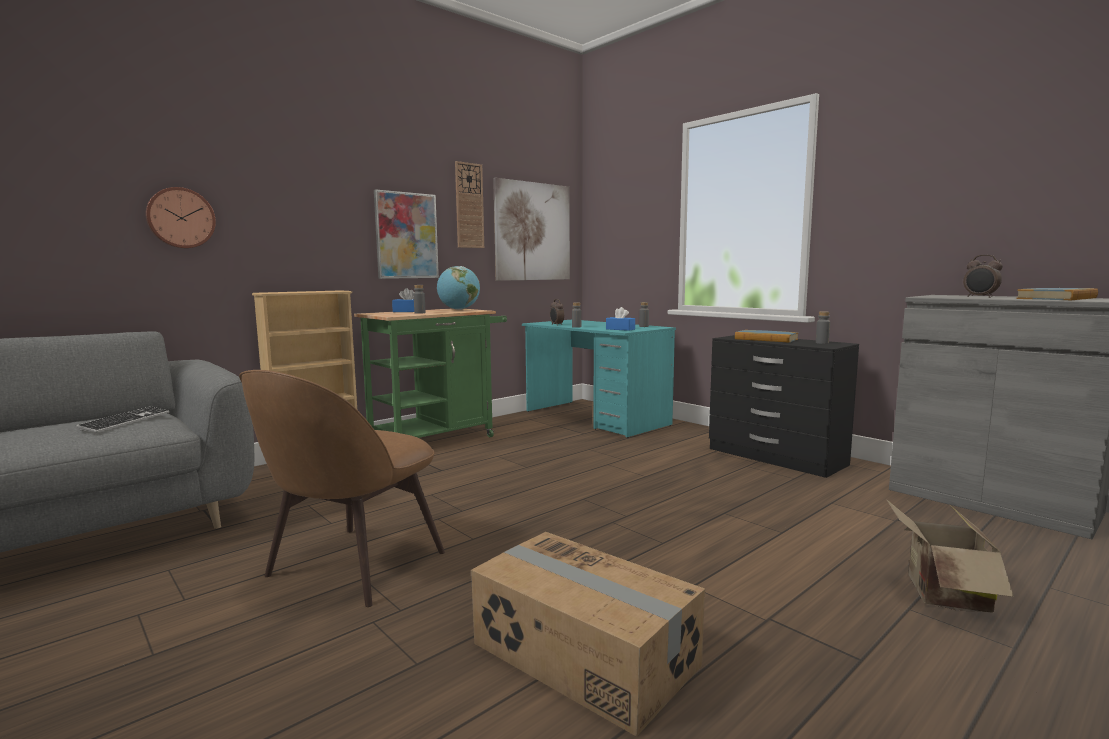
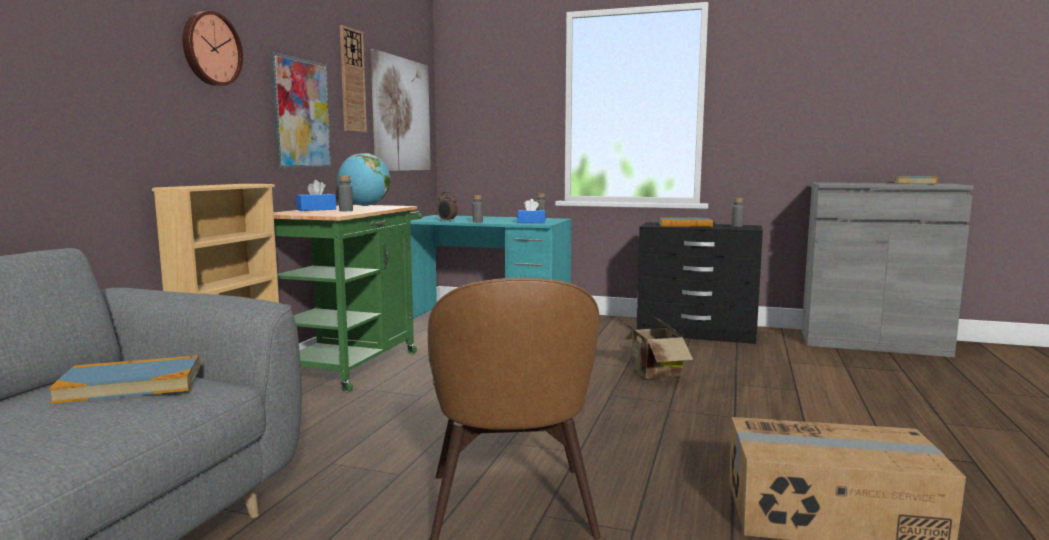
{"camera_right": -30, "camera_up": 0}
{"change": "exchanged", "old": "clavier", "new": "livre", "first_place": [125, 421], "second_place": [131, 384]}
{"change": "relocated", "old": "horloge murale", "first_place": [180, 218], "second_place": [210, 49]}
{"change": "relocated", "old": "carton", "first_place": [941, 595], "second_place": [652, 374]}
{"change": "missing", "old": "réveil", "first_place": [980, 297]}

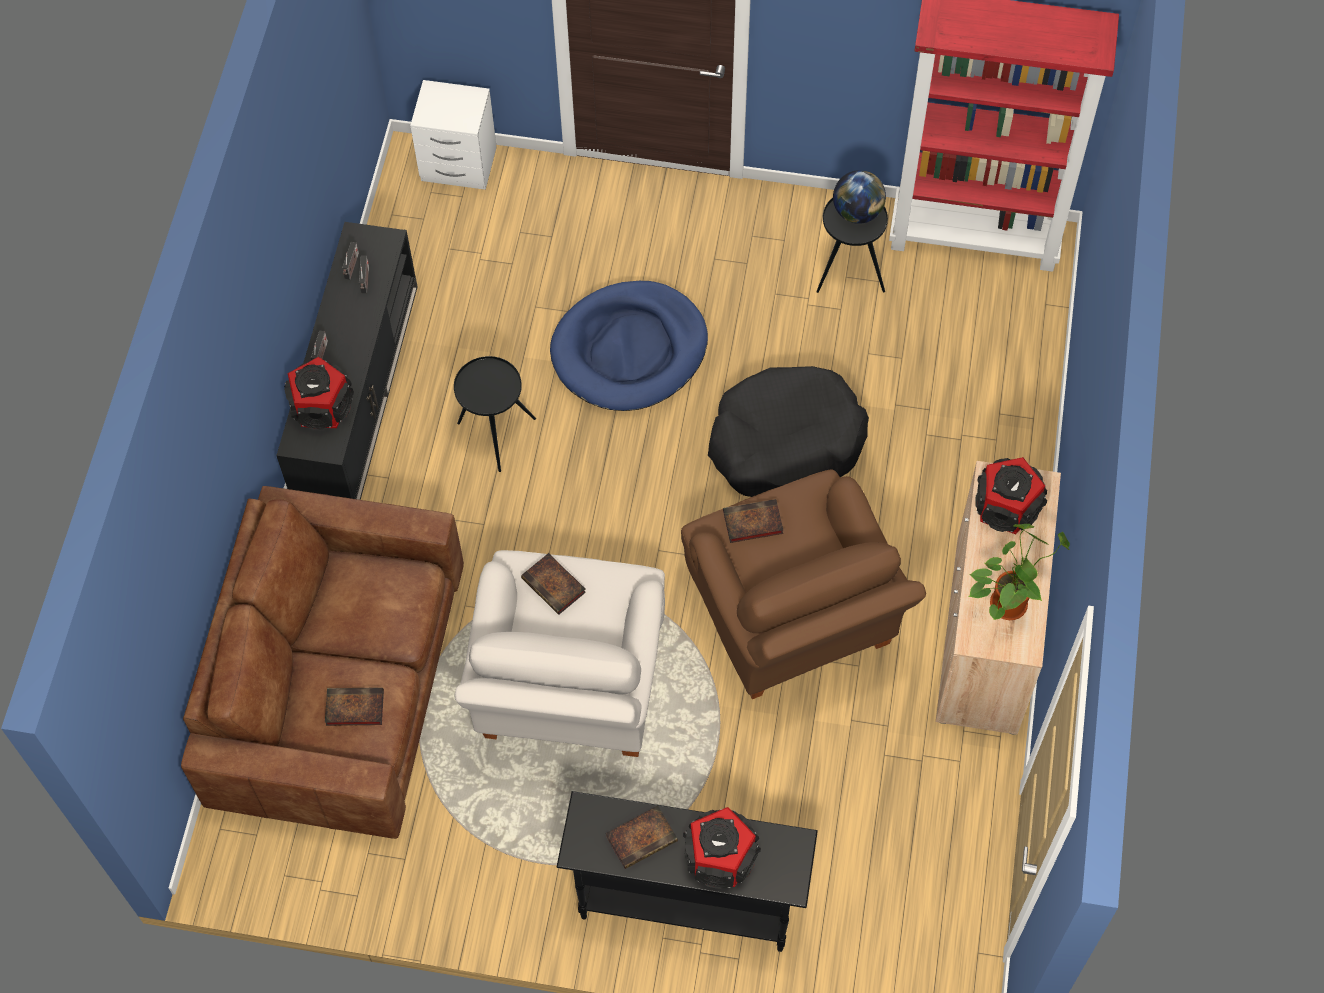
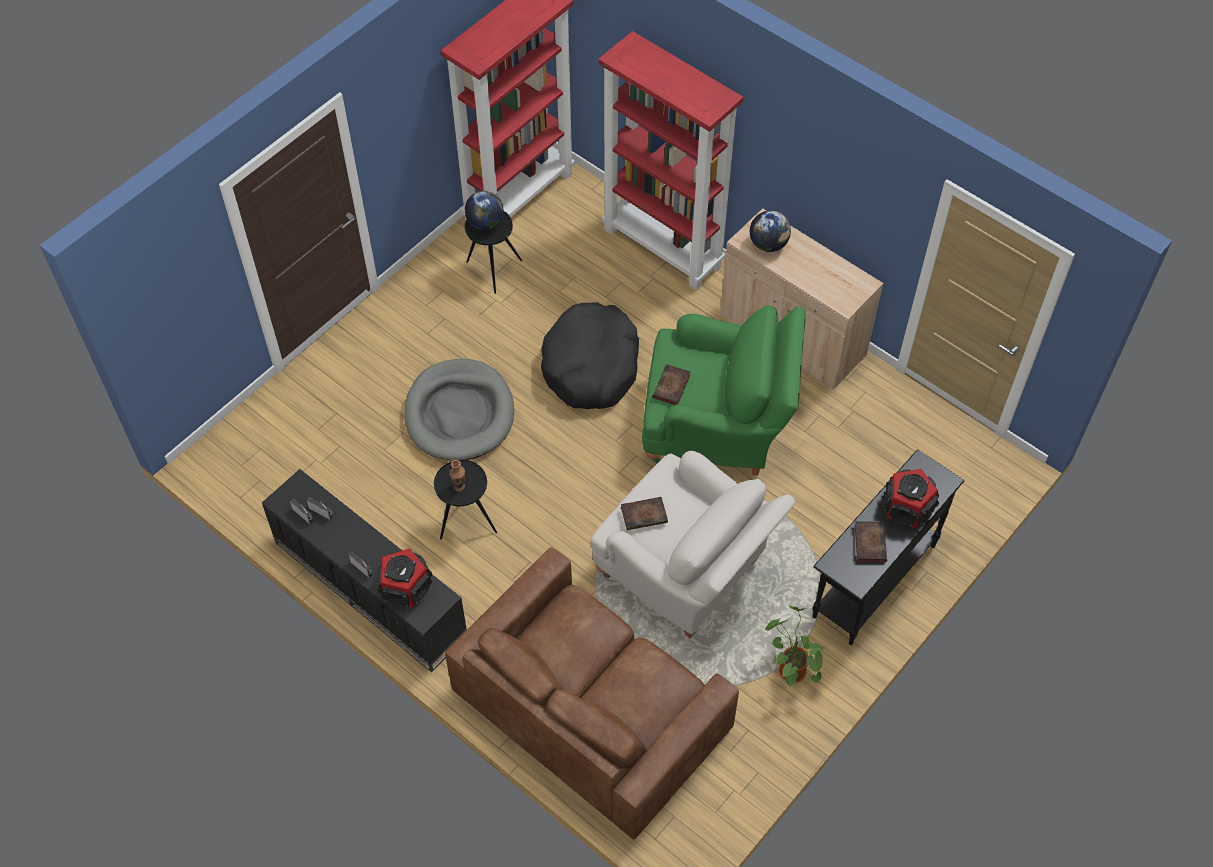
{"camera_right": -60, "camera_up": -5}
{"change": "colour", "old": "panier pour chien (bleu)", "new": "panier pour chien (gris)", "first_place": [629, 350], "second_place": [459, 413]}
{"change": "appeared", "new": "vase", "second_place": [459, 486]}
{"change": "appeared", "new": "bibliothèque (rouge)", "second_place": [664, 248]}
{"change": "colour", "old": "fauteuil (marron)", "new": "fauteuil (vert)", "first_place": [793, 621], "second_place": [718, 426]}
{"change": "exchanged", "old": "enceinte", "new": "globe", "first_place": [1006, 507], "second_place": [768, 244]}
{"change": "relocated", "old": "plante en pot", "first_place": [1008, 600], "second_place": [789, 669]}
{"change": "missing", "old": "livre", "first_place": [353, 708]}
{"change": "missing", "old": "table de chevet (blanc)", "first_place": [460, 165]}

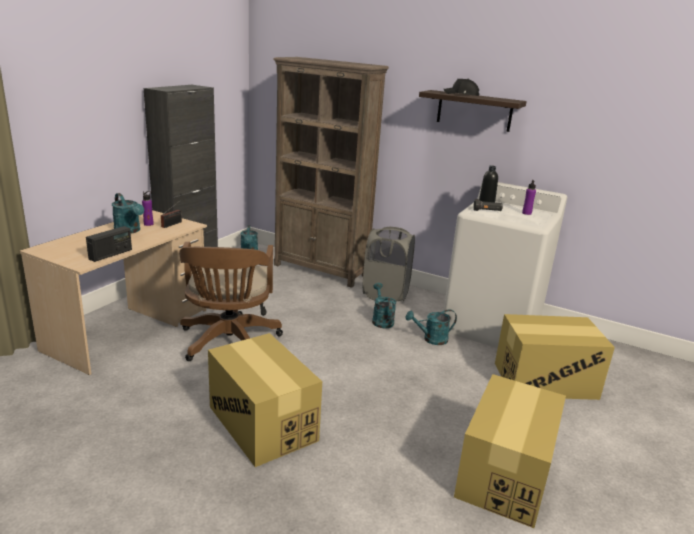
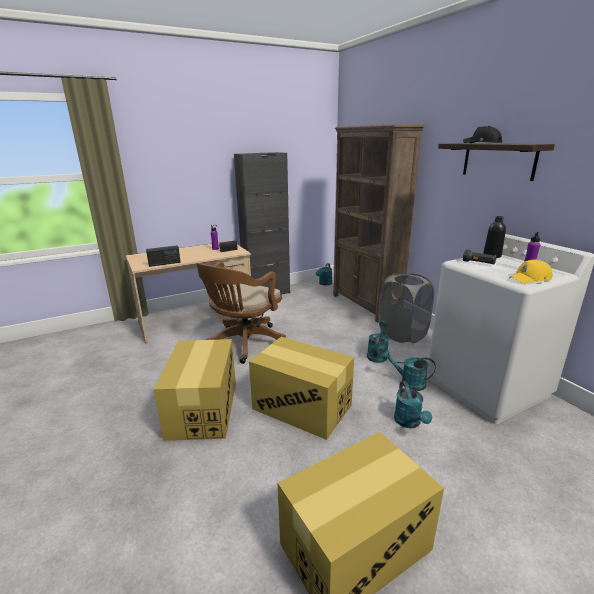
{"camera_right": 35, "camera_up": 0}
{"change": "relocated", "old": "carton", "first_place": [545, 380], "second_place": [302, 407]}
{"change": "relocated", "old": "arrosoir (turquoise)", "first_place": [129, 231], "second_place": [409, 423]}
{"change": "appeared", "new": "casquette (jaune)", "second_place": [530, 279]}

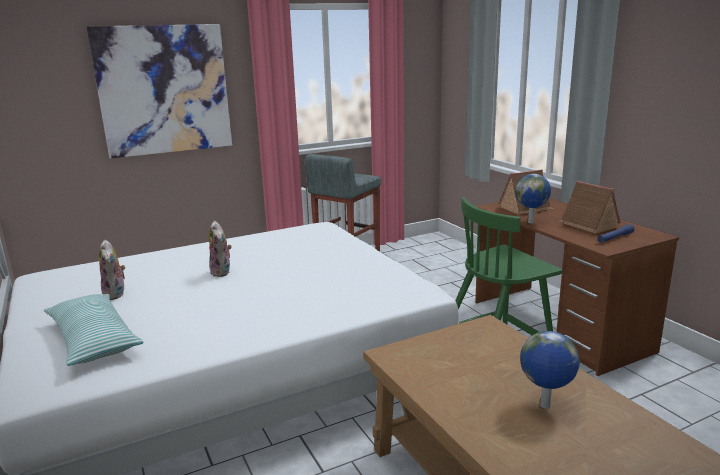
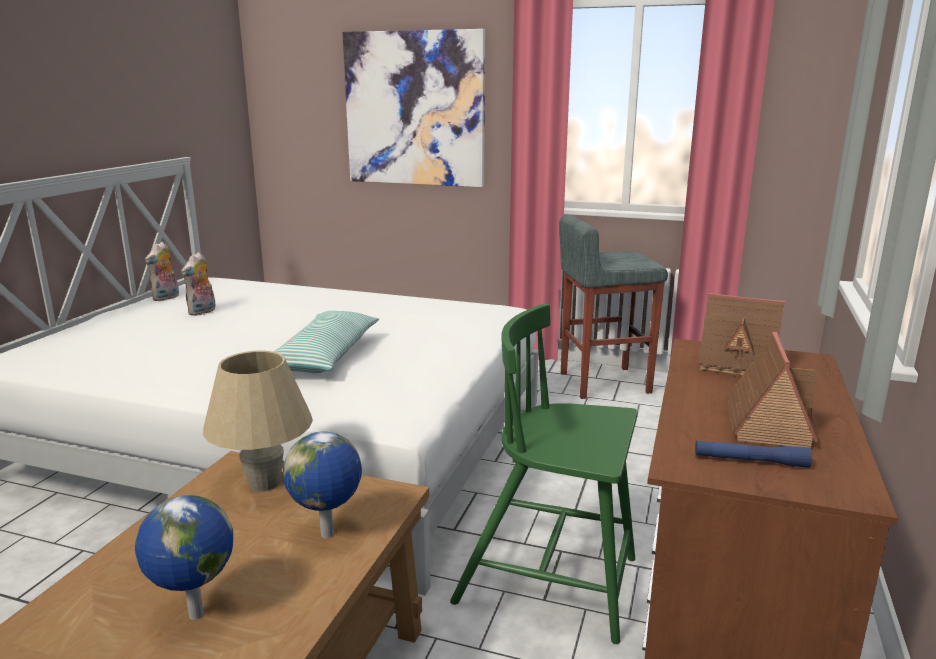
{"camera_right": 45, "camera_up": 0}
{"change": "relocated", "old": "peluche", "first_place": [222, 272], "second_place": [166, 298]}
{"change": "appeared", "new": "lampe de table (beige)", "second_place": [264, 483]}
{"change": "relocated", "old": "coussin", "first_place": [93, 340], "second_place": [324, 356]}
{"change": "relocated", "old": "globe", "first_place": [531, 222], "second_place": [328, 535]}

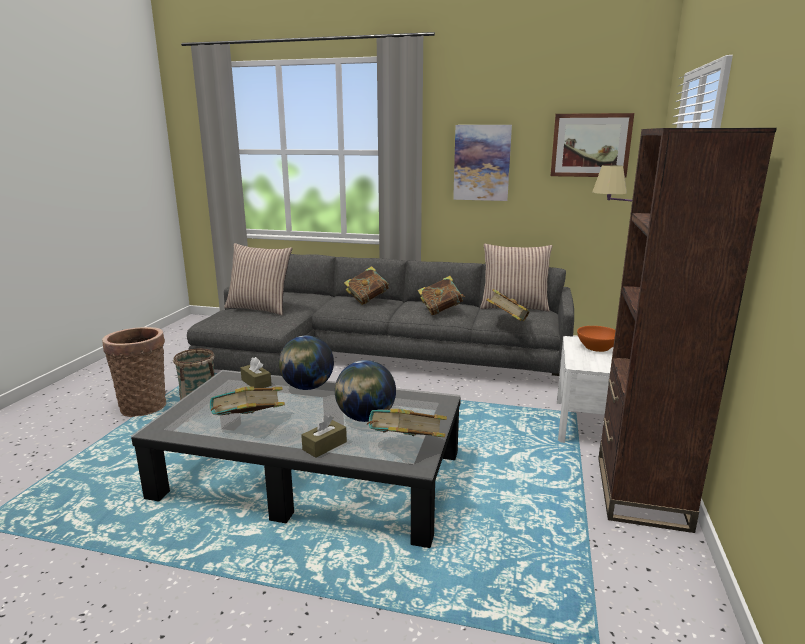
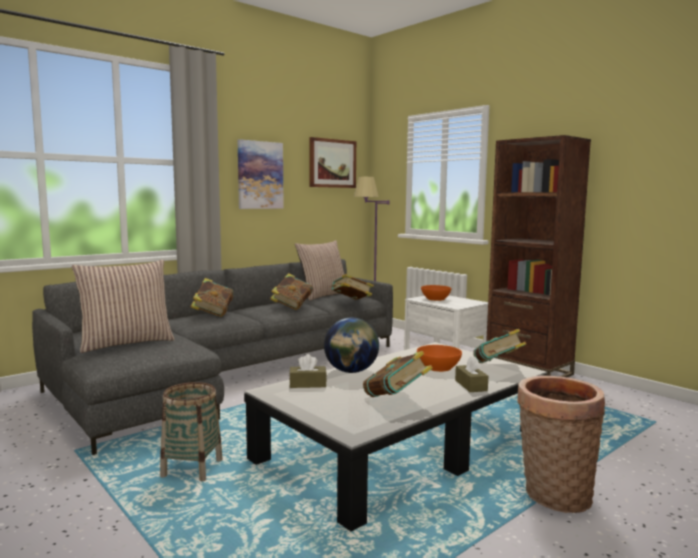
{"camera_right": -55, "camera_up": -10}
{"change": "exchanged", "old": "globe", "new": "bol (orange)", "first_place": [365, 418], "second_place": [438, 367]}
{"change": "relocated", "old": "panier", "first_place": [144, 405], "second_place": [553, 494]}

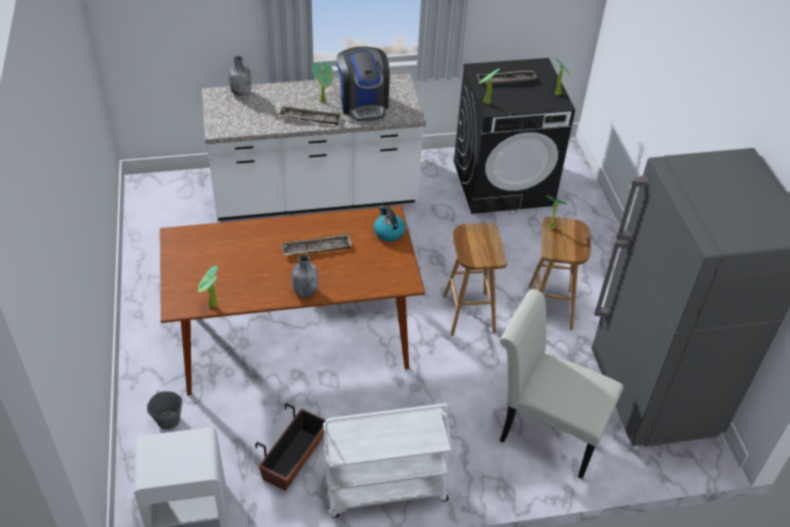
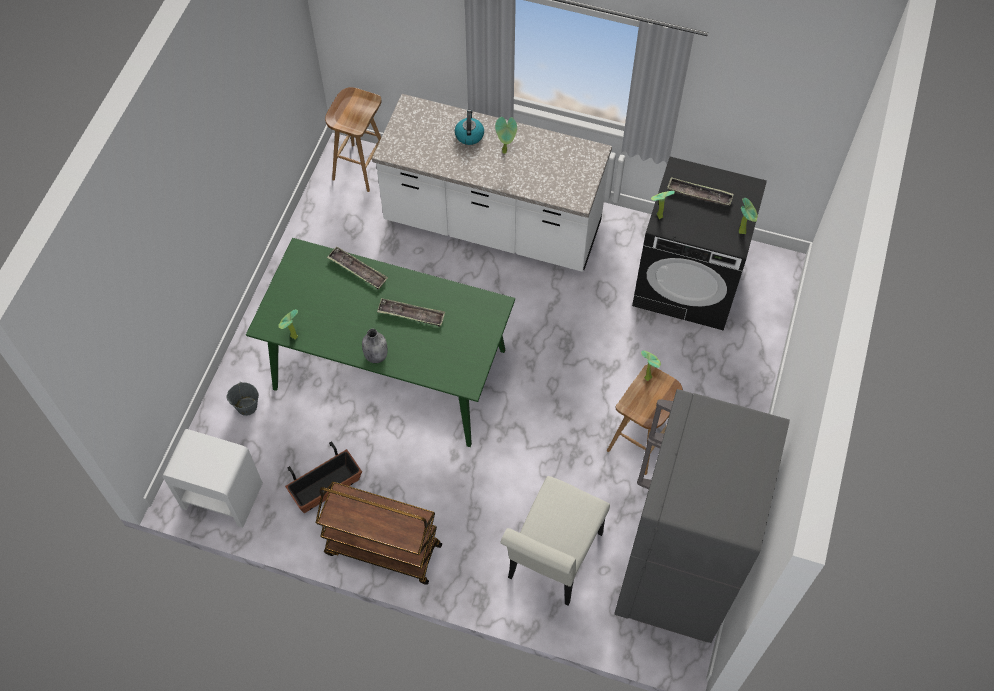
{"camera_right": 30, "camera_up": 15}
{"change": "colour", "old": "table à manger (marron)", "new": "table à manger (vert)", "first_place": [294, 335], "second_place": [391, 369]}
{"change": "colour", "old": "chariot (blanc)", "new": "chariot (marron)", "first_place": [384, 489], "second_place": [382, 549]}
{"change": "relocated", "old": "tabouret (marron)", "first_place": [468, 313], "second_place": [360, 167]}
{"change": "relocated", "old": "plateau", "first_place": [310, 118], "second_place": [358, 270]}
{"change": "relocated", "old": "bouilloire", "first_place": [388, 232], "second_place": [469, 135]}
{"change": "spun", "old": "chaise (blanc)", "first_place": [545, 430], "second_place": [552, 561], "degrees": -120}
{"change": "missing", "old": "bouteille (gris)", "first_place": [241, 92]}
{"change": "missing", "old": "machine à café", "first_place": [363, 104]}

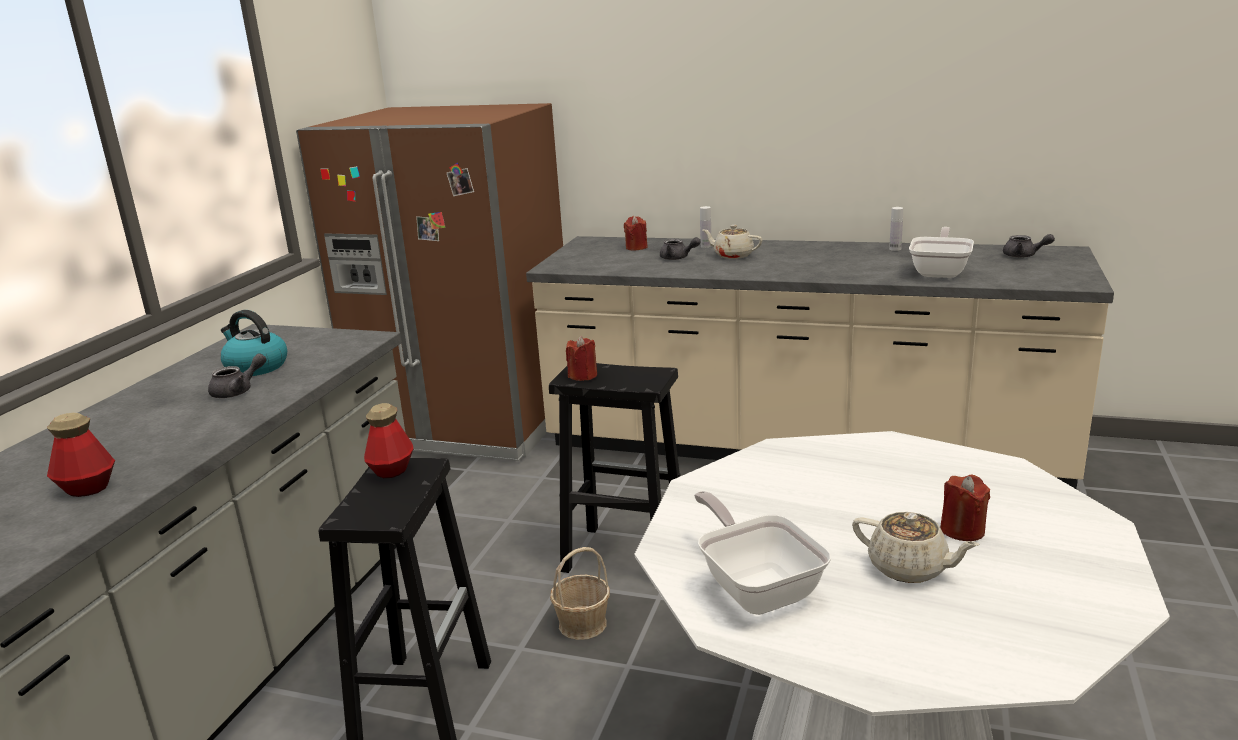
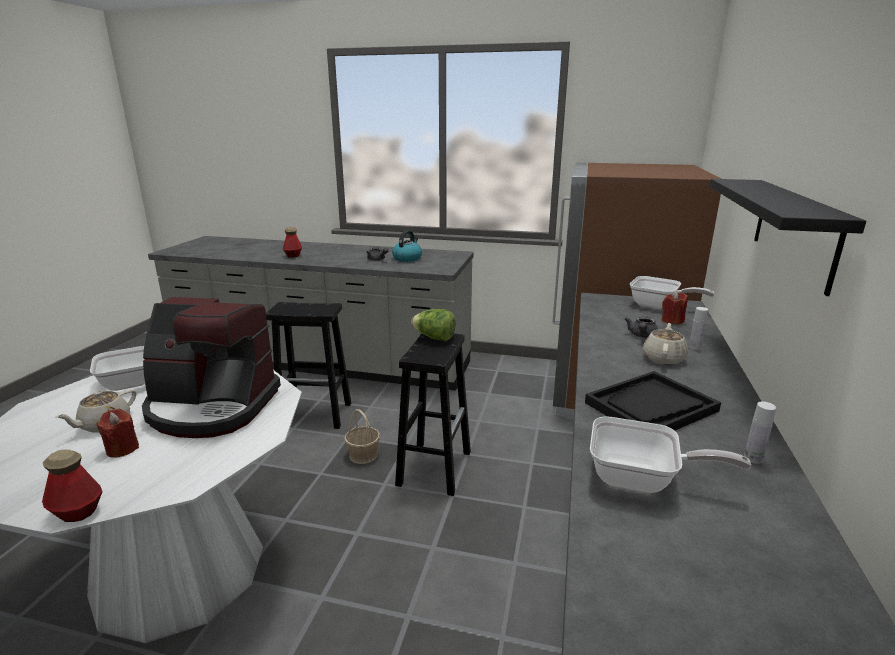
{"camera_right": 85, "camera_up": 0}
{"change": "relocated", "old": "bouteille", "first_place": [392, 470], "second_place": [77, 512]}
{"change": "appeared", "new": "machine à café", "second_place": [212, 407]}
{"change": "exchanged", "old": "bougie (rouge)", "new": "laitue", "first_place": [583, 376], "second_place": [434, 338]}
{"change": "appeared", "new": "plateau (noir)", "second_place": [651, 407]}
{"change": "appeared", "new": "poêle", "second_place": [658, 305]}
{"change": "appeared", "new": "étagère (noir)", "second_place": [794, 230]}
{"change": "missing", "old": "théière (gris)", "first_place": [1024, 256]}

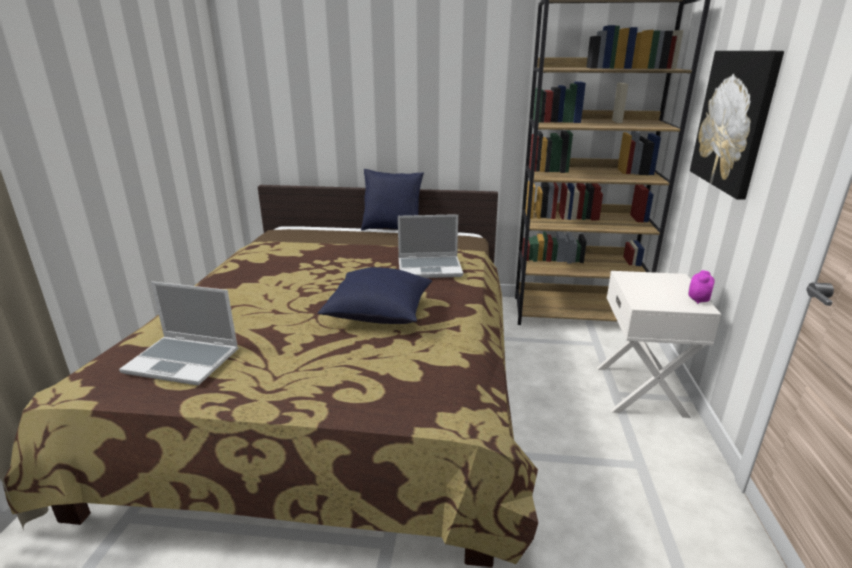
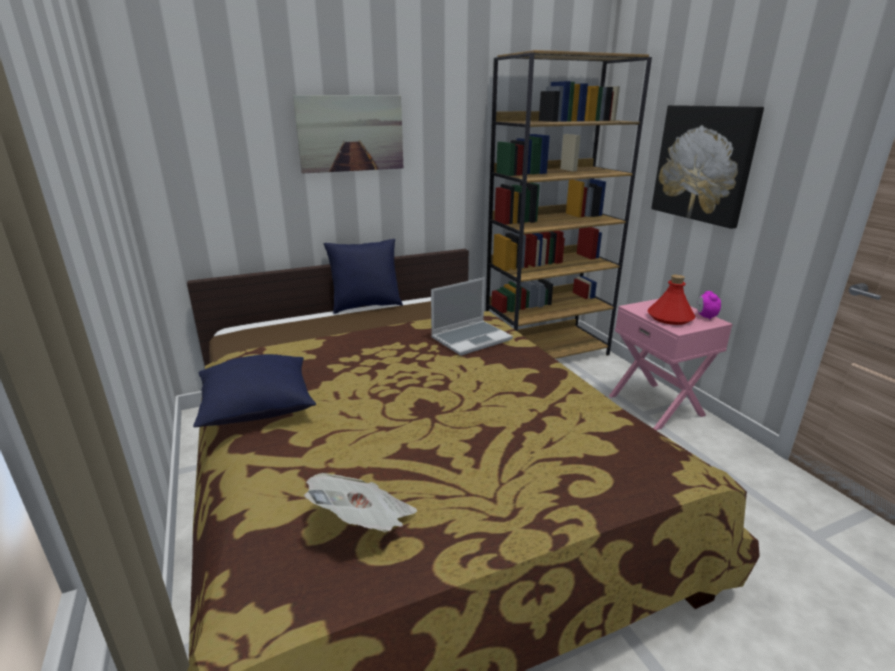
{"camera_right": -30, "camera_up": 0}
{"change": "relocated", "old": "coussin (bleu)", "first_place": [378, 314], "second_place": [257, 408]}
{"change": "appeared", "new": "tableau", "second_place": [351, 133]}
{"change": "exchanged", "old": "ordinateur portable", "new": "journal", "first_place": [184, 361], "second_place": [364, 522]}
{"change": "colour", "old": "table de chevet (blanc)", "new": "table de chevet (rose)", "first_place": [641, 391], "second_place": [656, 405]}
{"change": "appeared", "new": "bouteille (rouge)", "second_place": [670, 318]}

